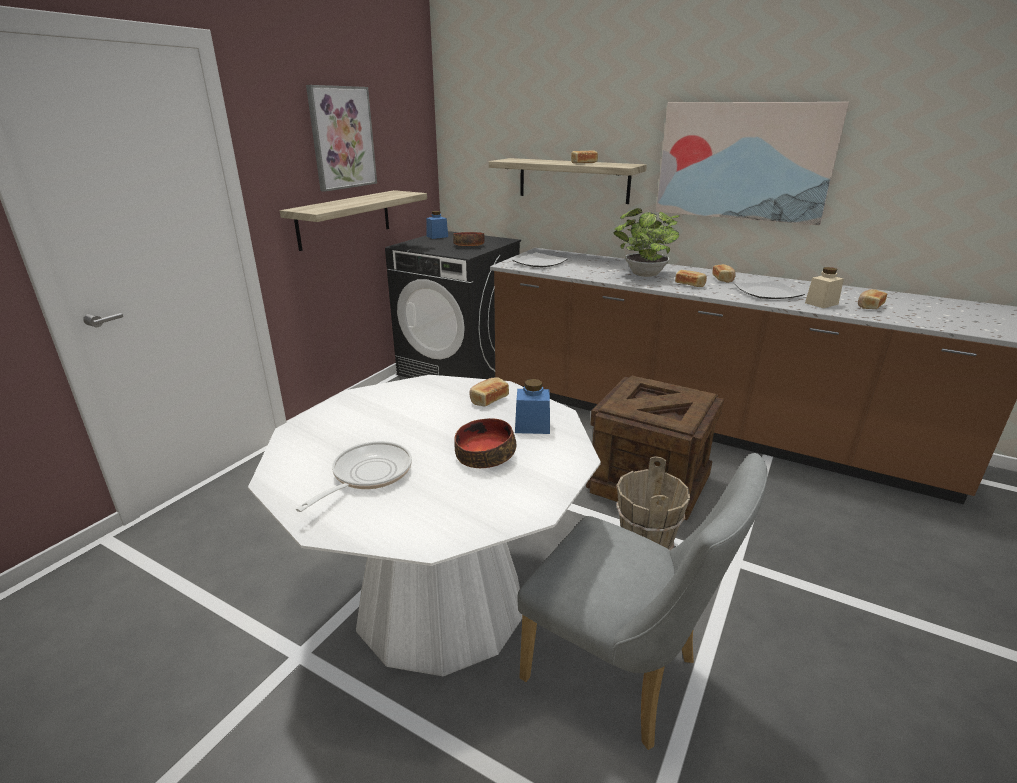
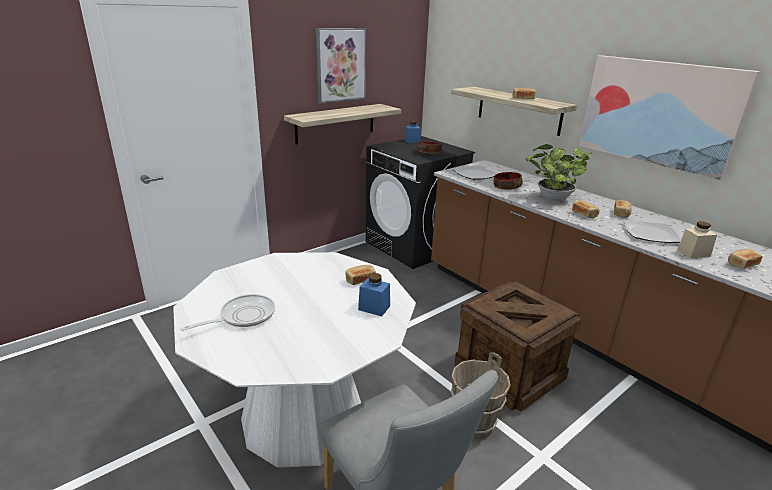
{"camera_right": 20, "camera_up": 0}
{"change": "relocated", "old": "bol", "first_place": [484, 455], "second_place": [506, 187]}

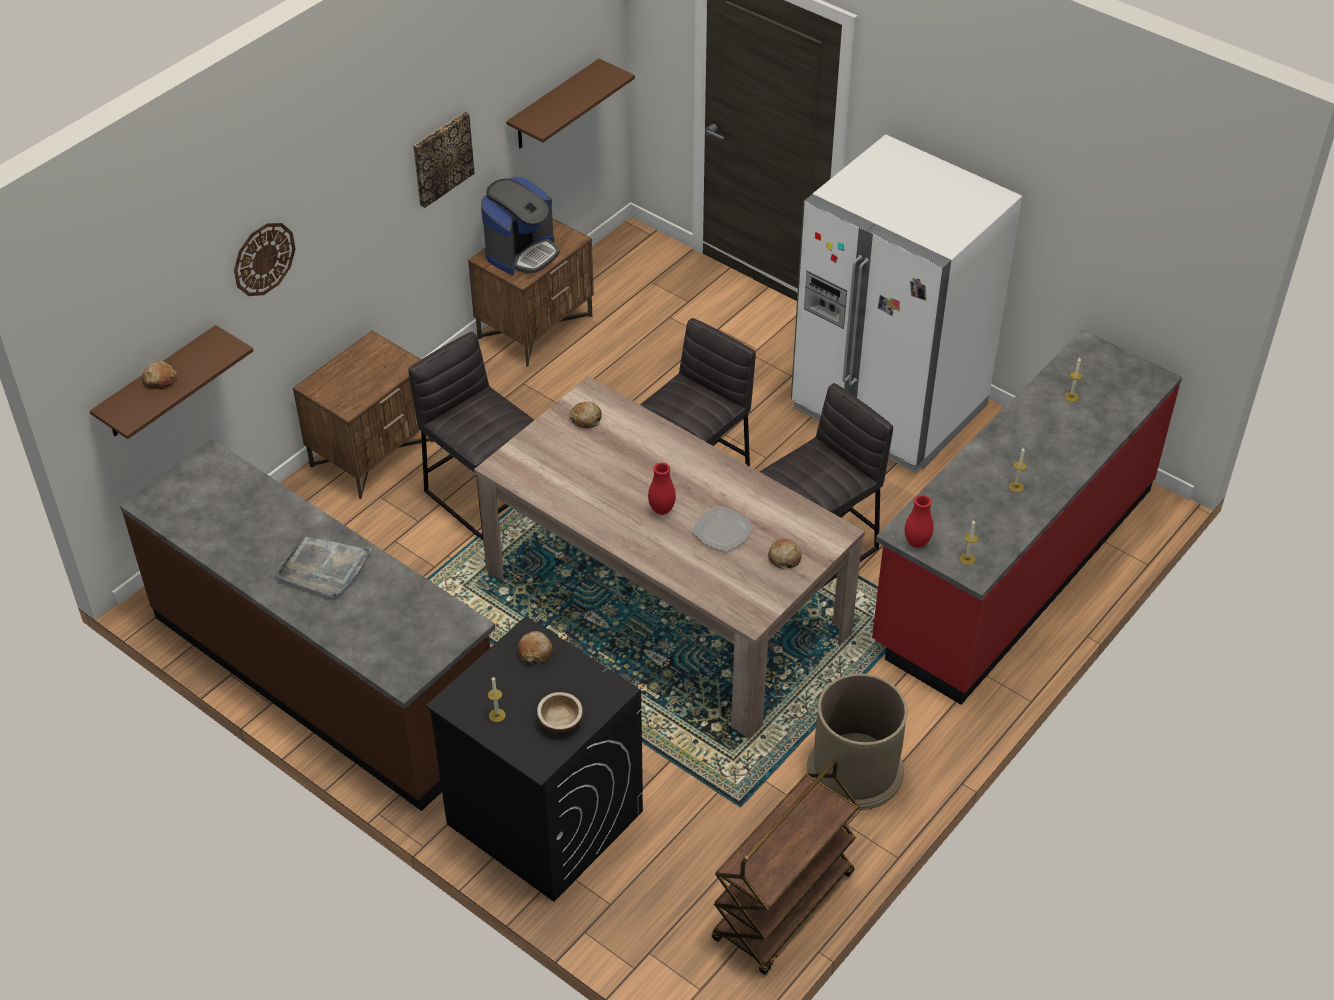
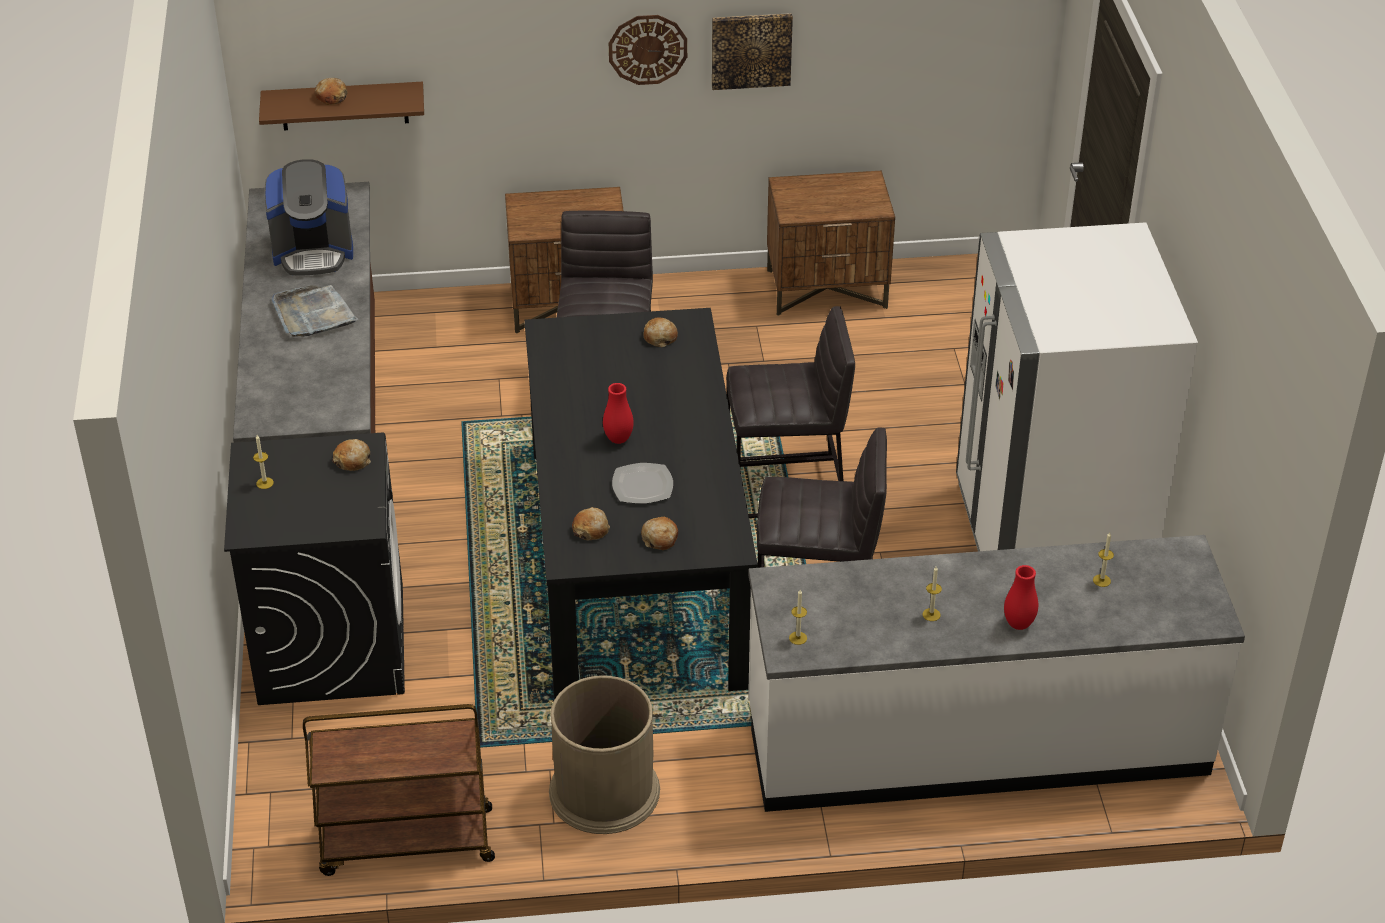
{"camera_right": 45, "camera_up": -5}
{"change": "relocated", "old": "machine à café", "first_place": [522, 252], "second_place": [313, 252]}
{"change": "colour", "old": "table à manger (beige)", "new": "table à manger (noir)", "first_place": [666, 602], "second_place": [636, 560]}
{"change": "appeared", "new": "pain", "second_place": [591, 529]}
{"change": "relocated", "old": "horloge murale", "first_place": [263, 258], "second_place": [647, 49]}
{"change": "colour", "old": "comptoir de cuisine (rouge)", "new": "comptoir de cuisine (blanc)", "first_place": [1013, 566], "second_place": [976, 741]}
{"change": "relocated", "old": "vase (rouge)", "first_place": [916, 543], "second_place": [1018, 624]}
{"change": "missing", "old": "étagère (marron)", "first_place": [554, 106]}
{"change": "missing", "old": "bol", "first_place": [560, 722]}

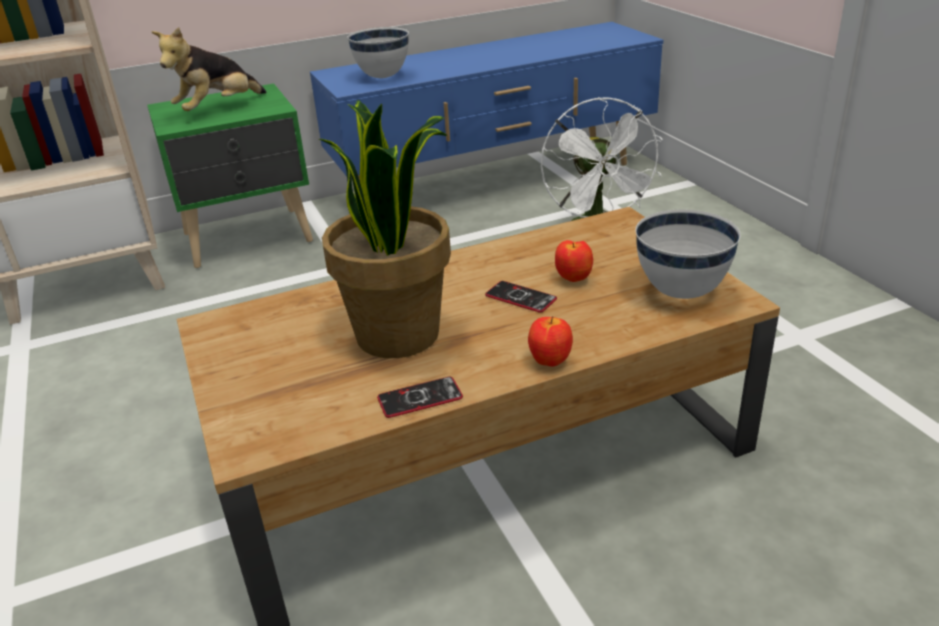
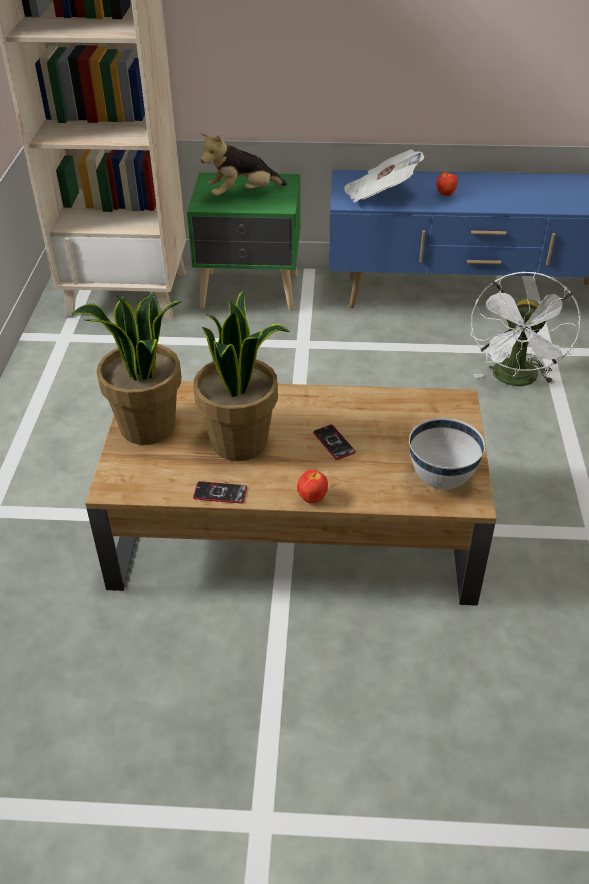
{"camera_right": 25, "camera_up": 10}
{"change": "appeared", "new": "plante en pot", "second_place": [147, 428]}
{"change": "exchanged", "old": "bol (blanc)", "new": "journal", "first_place": [382, 77], "second_place": [380, 195]}
{"change": "relocated", "old": "pomme", "first_place": [574, 279], "second_place": [445, 194]}

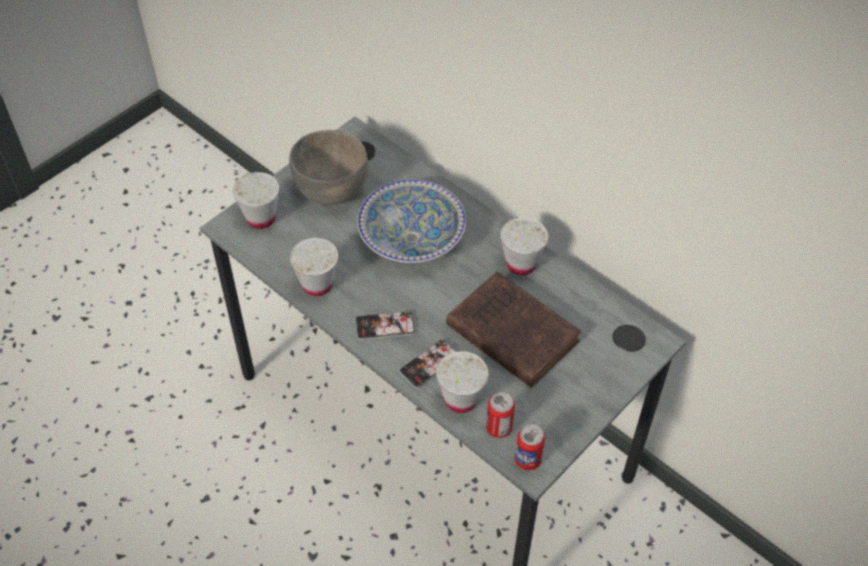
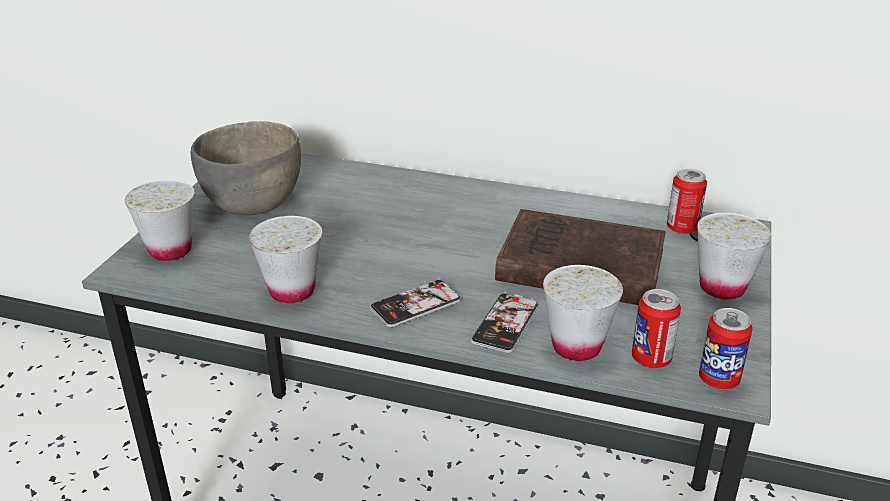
{"camera_right": -25, "camera_up": -20}
{"change": "appeared", "new": "boîte métallique", "second_place": [682, 228]}
{"change": "relocated", "old": "tasse (blanc)", "first_place": [521, 264], "second_place": [722, 287]}
{"change": "missing", "old": "bol", "first_place": [412, 238]}

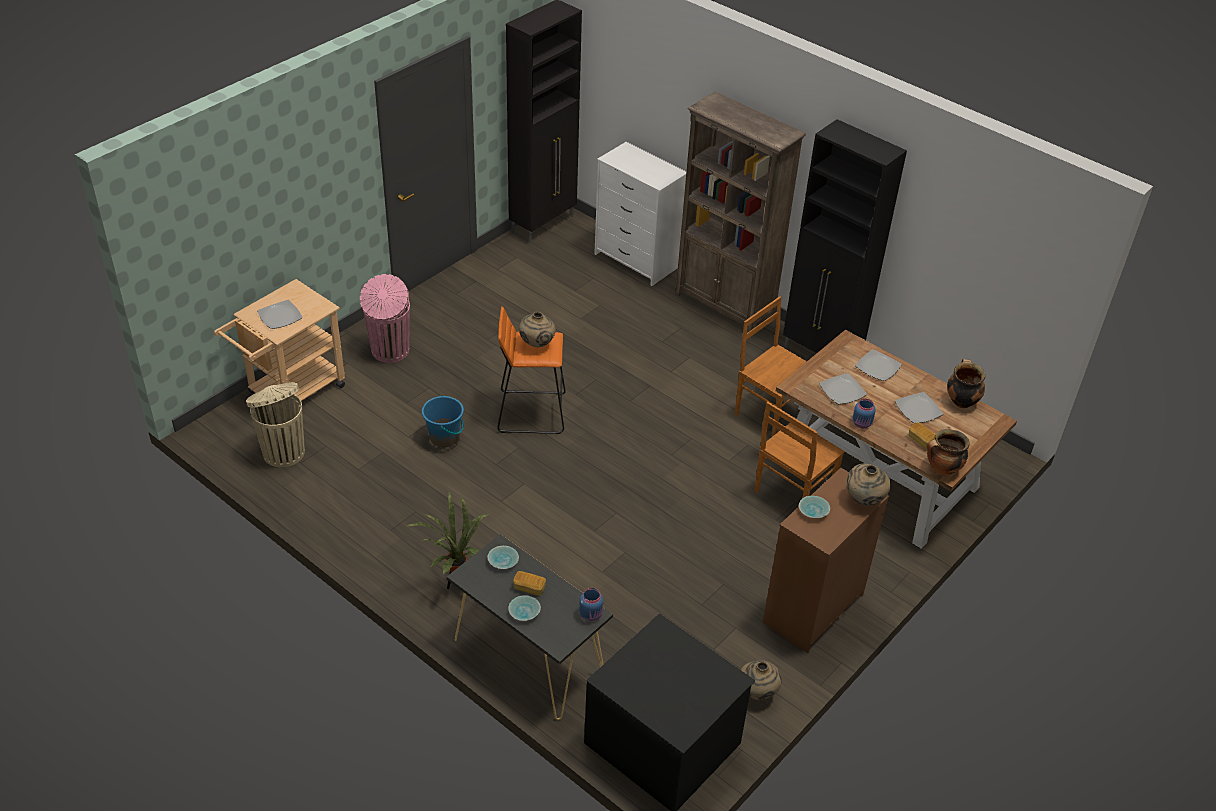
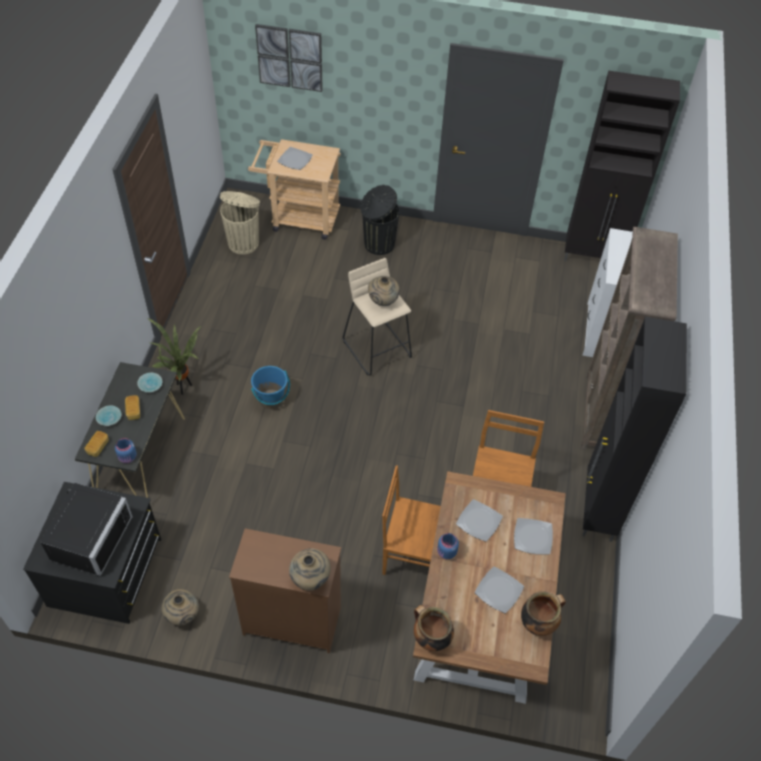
{"camera_right": 60, "camera_up": 10}
{"change": "appeared", "new": "micro-ondes (noir)", "second_place": [86, 537]}
{"change": "relocated", "old": "pain", "first_place": [921, 440], "second_place": [98, 447]}
{"change": "relocated", "old": "seau (bleu)", "first_place": [444, 438], "second_place": [271, 399]}
{"change": "appeared", "new": "tableau", "second_place": [290, 57]}
{"change": "colour", "old": "tabouret (orange)", "new": "tabouret (beige)", "first_place": [531, 412], "second_place": [377, 348]}
{"change": "colour", "old": "poubelle (rose)", "new": "poubelle (noir)", "first_place": [390, 351], "second_place": [378, 244]}
{"change": "missing", "old": "bol (turquoise)", "first_place": [812, 511]}

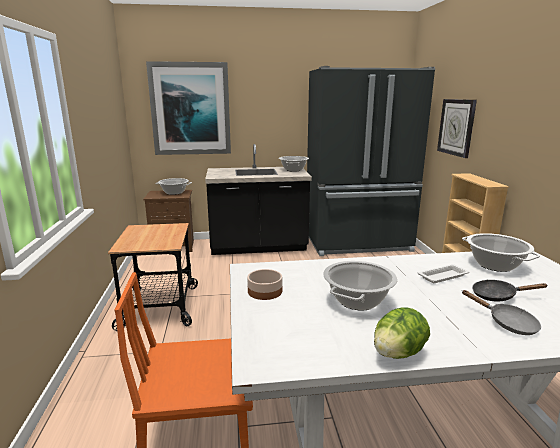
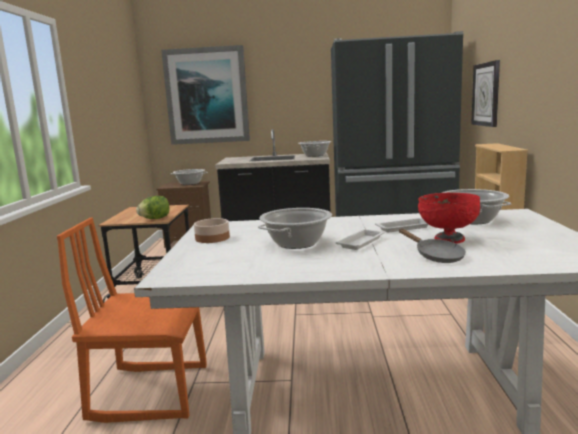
{"camera_right": 10, "camera_up": -5}
{"change": "relocated", "old": "laitue", "first_place": [398, 353], "second_place": [155, 219]}
{"change": "appeared", "new": "plateau (blanc)", "second_place": [361, 242]}
{"change": "exchanged", "old": "poêle (noir)", "new": "bol (rouge)", "first_place": [498, 296], "second_place": [448, 240]}

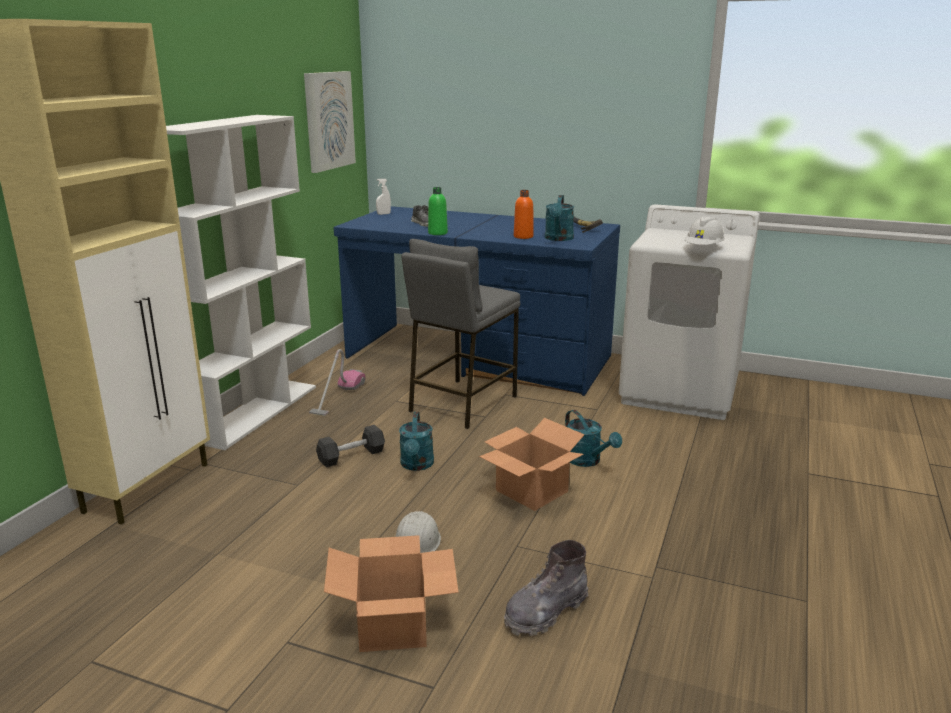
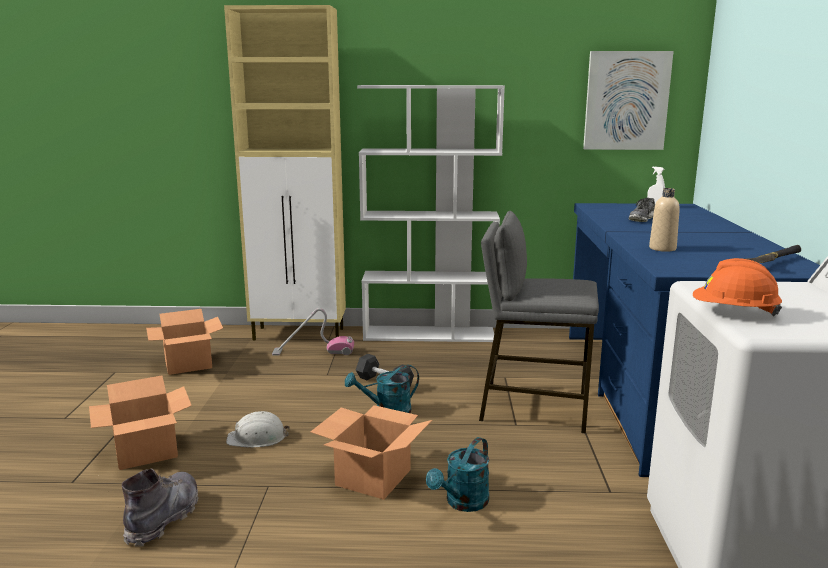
{"camera_right": 70, "camera_up": -5}
{"change": "spun", "old": "botte (gris)", "first_place": [545, 612], "second_place": [164, 518], "degrees": 75}
{"change": "appeared", "new": "carton", "second_place": [189, 363]}
{"change": "relocated", "old": "aspirateur", "first_place": [338, 397], "second_place": [313, 352]}
{"change": "colour", "old": "bouteille (orange)", "new": "bouteille (beige)", "first_place": [523, 236], "second_place": [662, 248]}
{"change": "colour", "old": "casque de chantier (blanc)", "new": "casque de chantier (orange)", "first_place": [703, 248], "second_place": [733, 313]}
{"change": "missing", "old": "bouteille (vert)", "first_place": [437, 233]}
{"change": "missing", "old": "arrosoir (turquoise)", "first_place": [558, 239]}

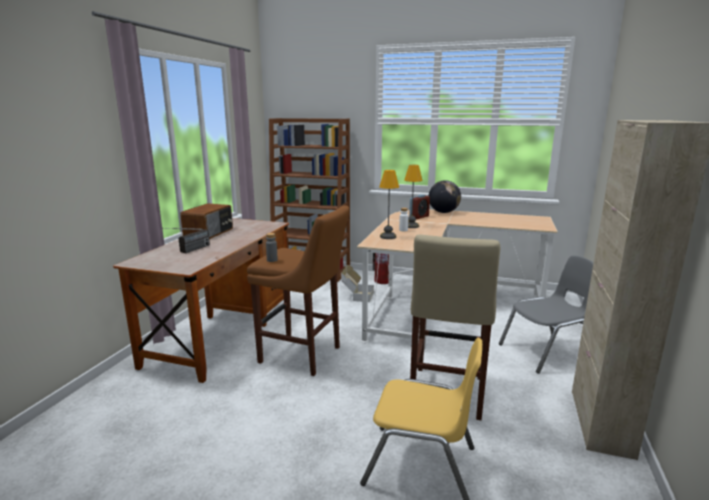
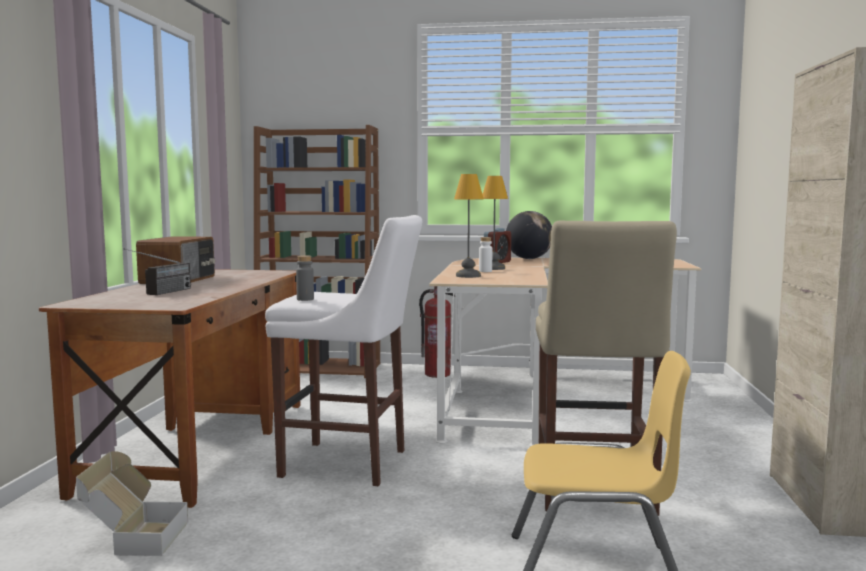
{"camera_right": -10, "camera_up": -10}
{"change": "relocated", "old": "carton", "first_place": [356, 296], "second_place": [134, 538]}
{"change": "colour", "old": "tabouret (marron)", "new": "tabouret (blanc)", "first_place": [303, 355], "second_place": [350, 464]}
{"change": "missing", "old": "chaise (gris)", "first_place": [546, 352]}

